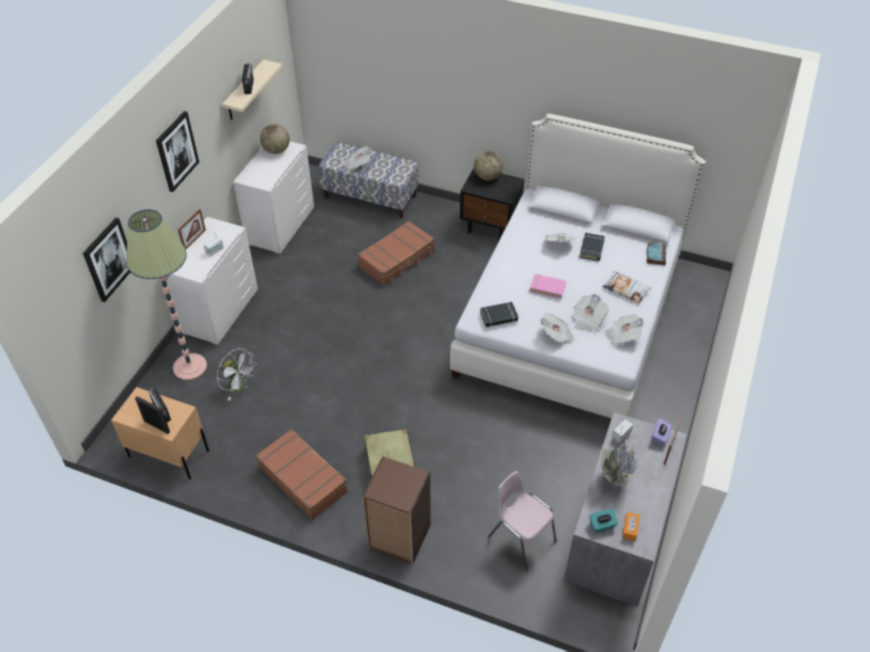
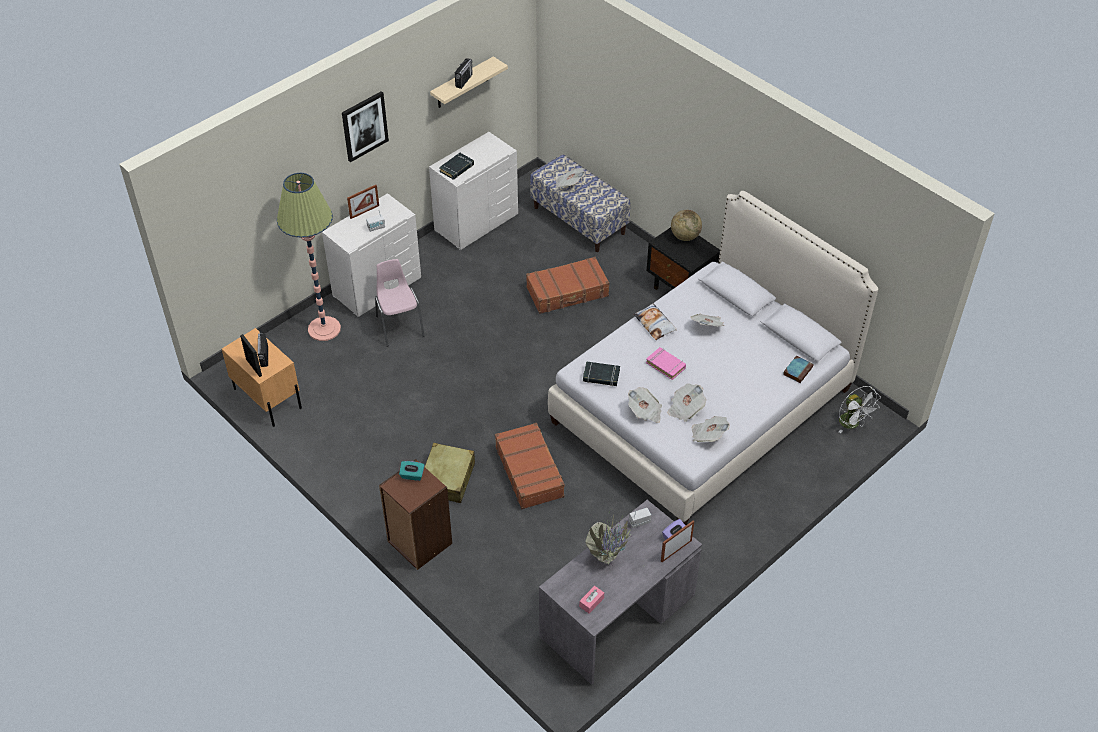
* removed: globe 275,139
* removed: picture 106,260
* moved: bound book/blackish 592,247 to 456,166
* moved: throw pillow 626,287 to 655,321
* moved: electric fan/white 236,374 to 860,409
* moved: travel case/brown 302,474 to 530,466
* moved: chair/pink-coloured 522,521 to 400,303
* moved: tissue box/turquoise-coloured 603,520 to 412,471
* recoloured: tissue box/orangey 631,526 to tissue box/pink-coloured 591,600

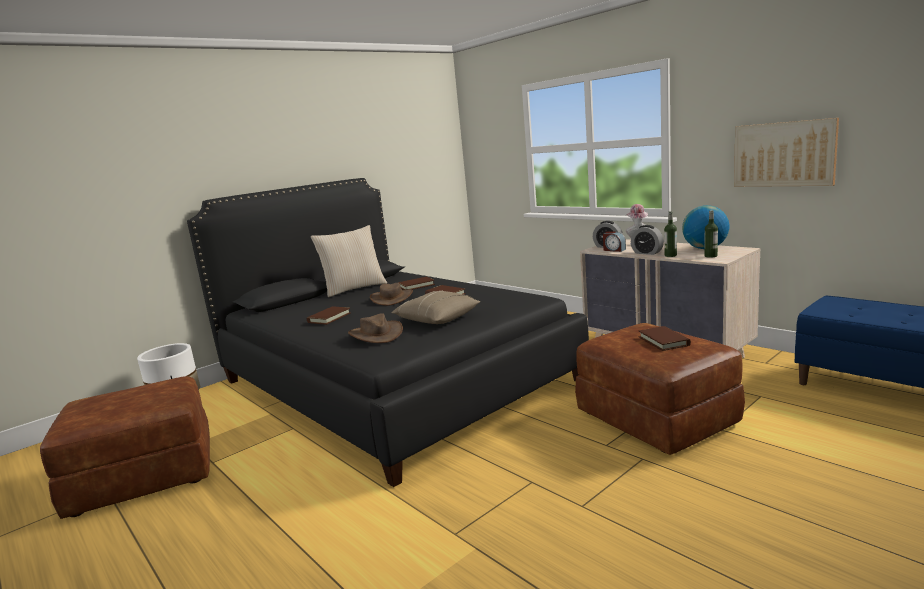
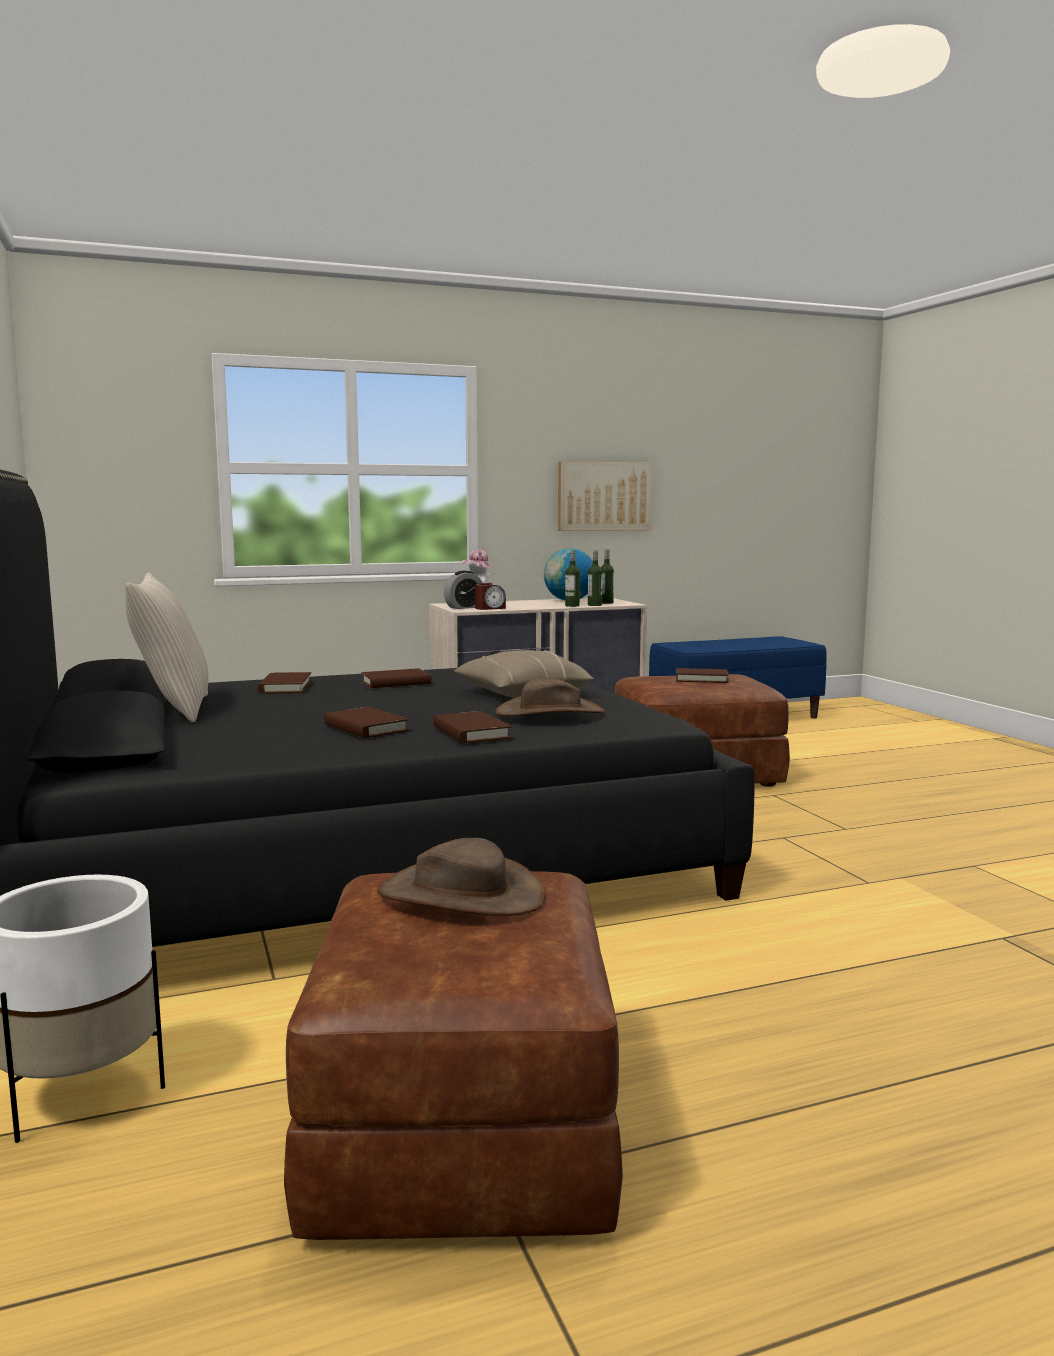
* removed: bedside clock 647,240
* moved: wearable hat/brown 391,294 to 461,877
* added: beverage bottle 595,578
* added: bound book/brown 472,727

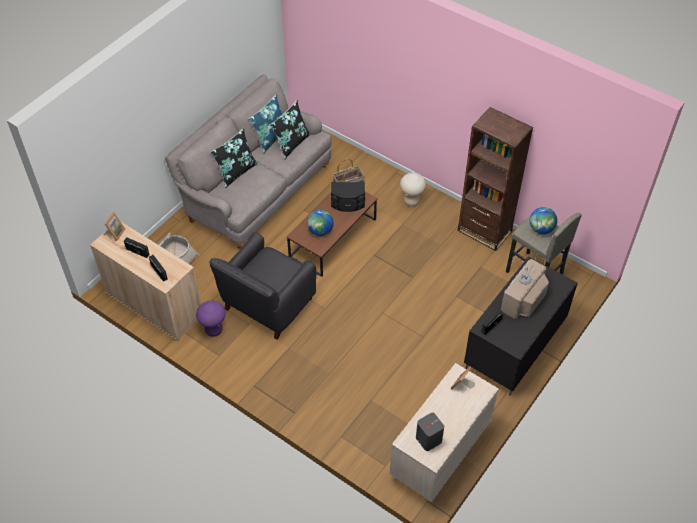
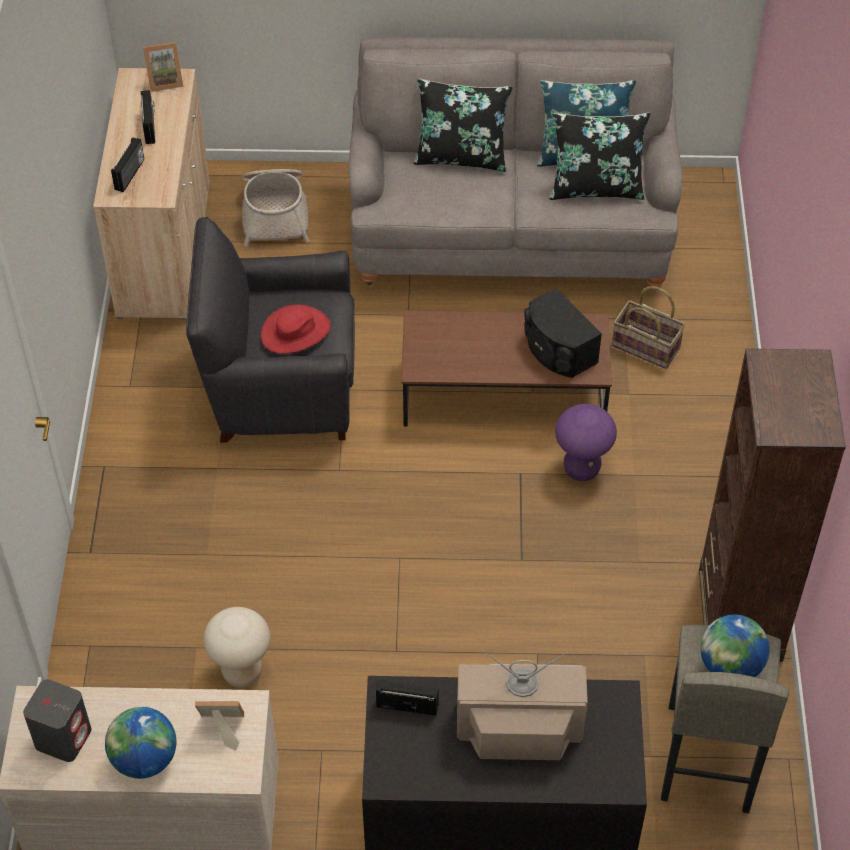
* moved: stool/beige 413,189 to 236,647
* moved: globe 320,223 to 140,743
* moved: stool/purple 211,318 to 586,442
* added: wearable hat/red-coloured 296,329

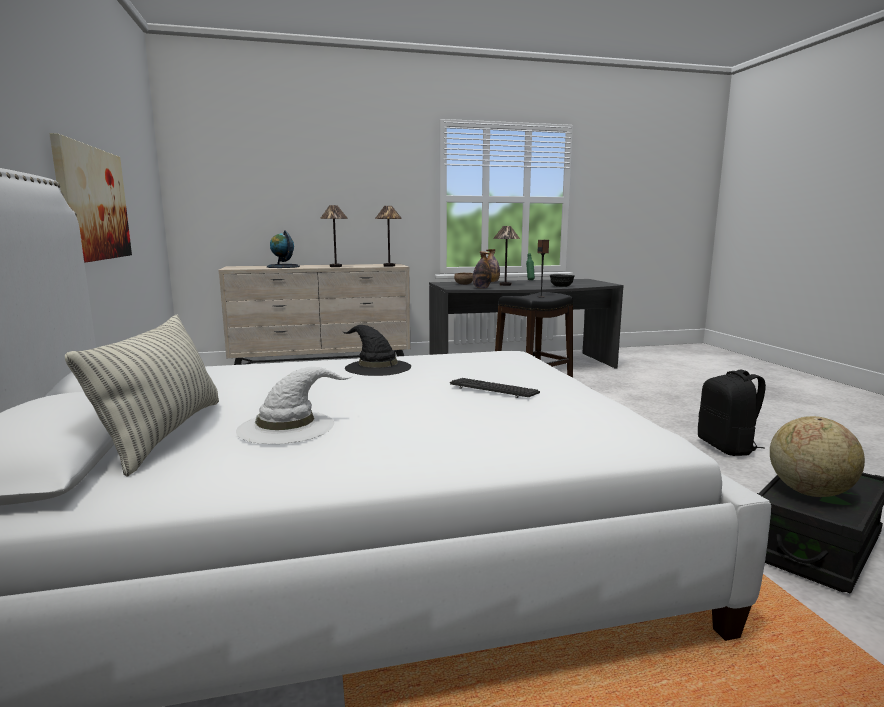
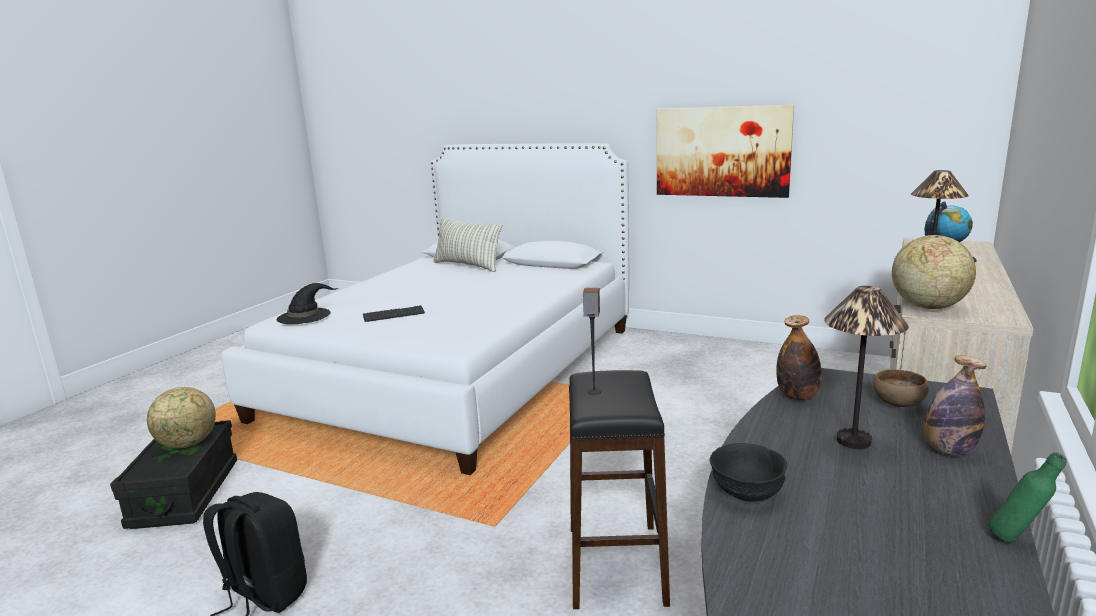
* replaced: table lamp 388,236 to globe 934,272
* moved: wearable hat/blackish 376,350 to 308,303
* removed: wearable hat/white 294,405

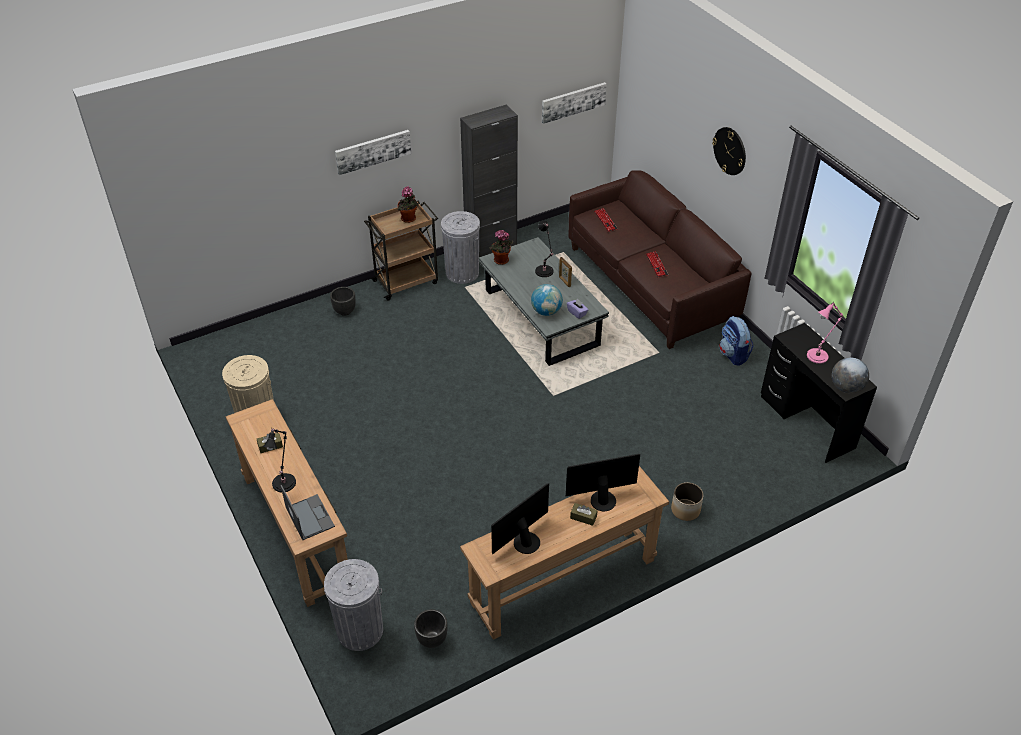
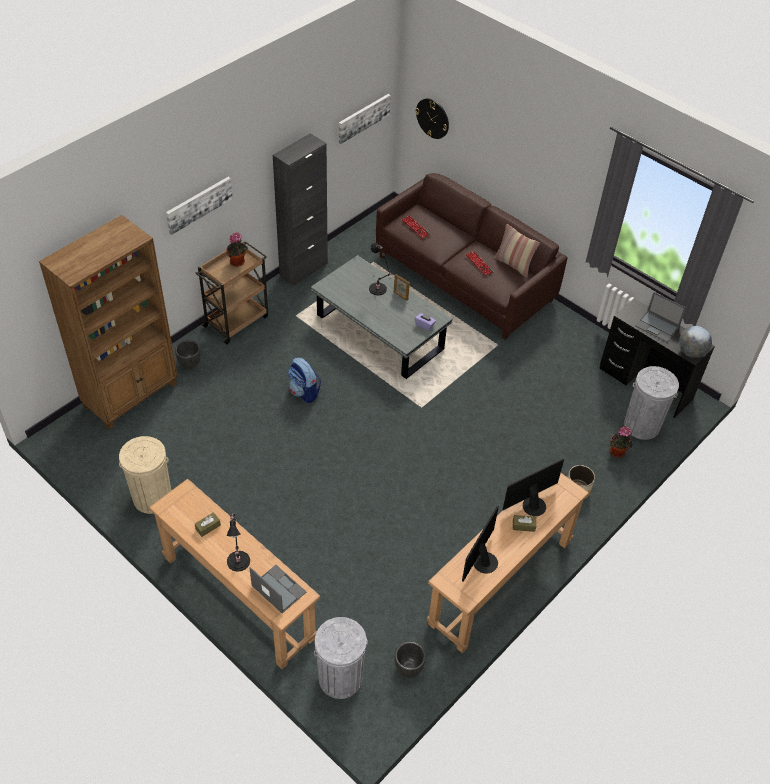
* moved: hanging clock 729,151 to 432,118
* moved: trash can/gray 460,247 to 651,403
* moved: potted plant 501,247 to 621,442
* removed: globe 547,300
* replaced: table lamp/pink-coloured 825,333 to laptop 660,317
* moved: knapsack 736,341 to 304,380
* added: bookshelf/brown 108,322
* added: throw pillow 517,250

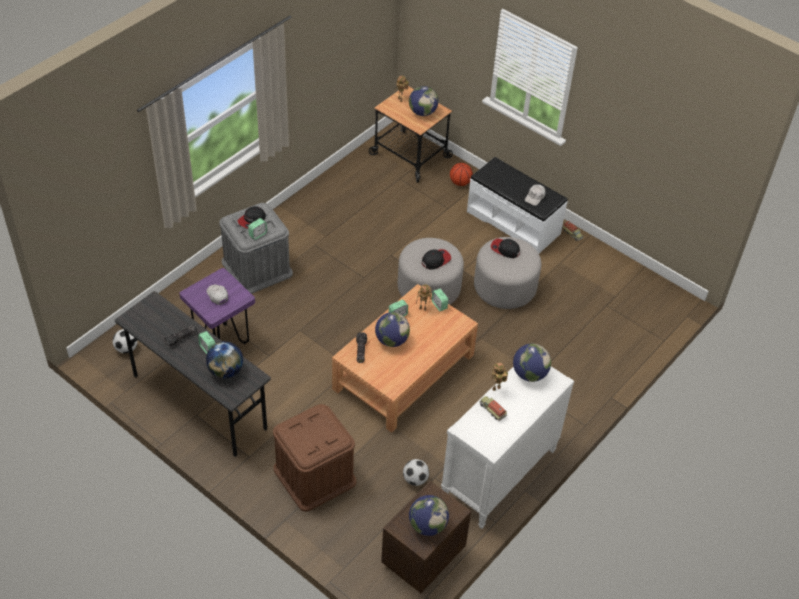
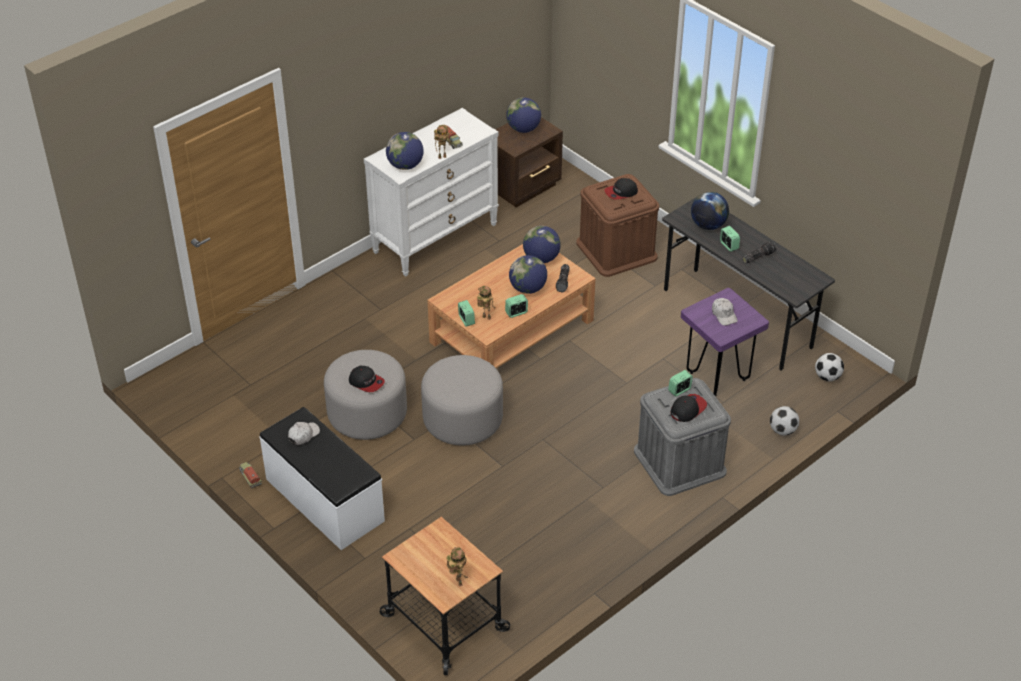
* moved: globe 423,101 to 542,244
* removed: basketball ball 461,174
* moved: cap 436,259 to 621,189
* moved: football ball 416,472 to 784,421

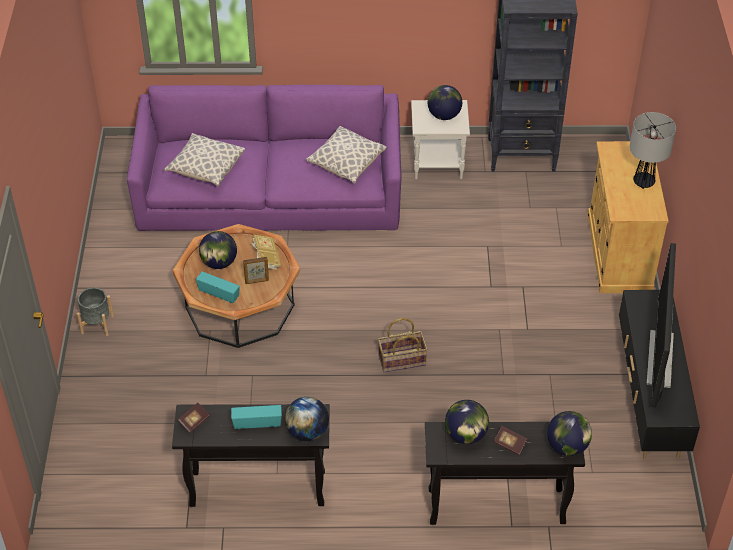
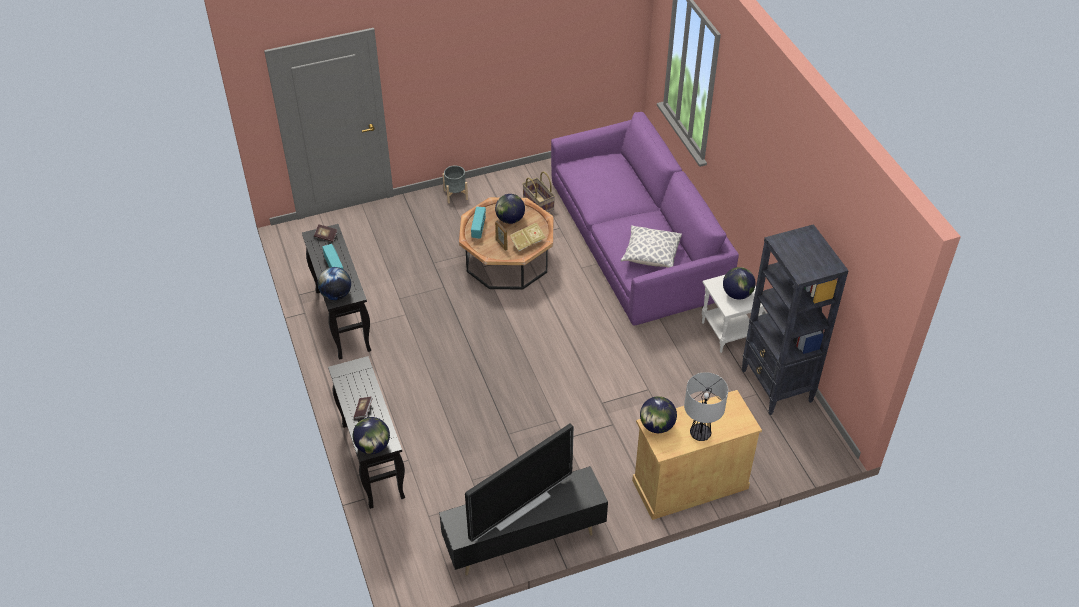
* removed: throw pillow 204,159
* turned: TV 661,325 = 519,482 150 degrees clockwise
* moved: household basket 403,345 to 538,192
* moved: globe 467,422 to 658,414

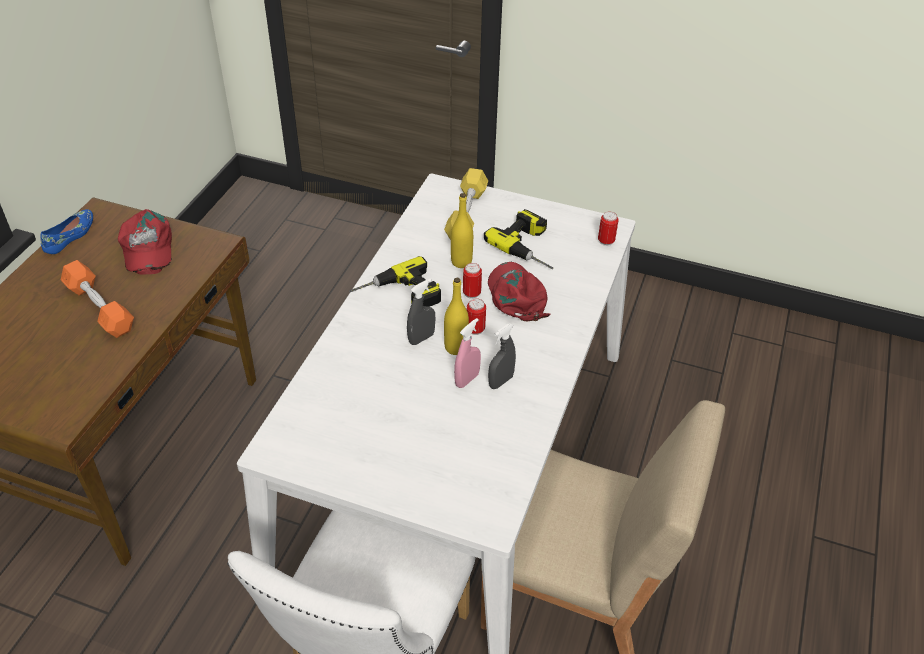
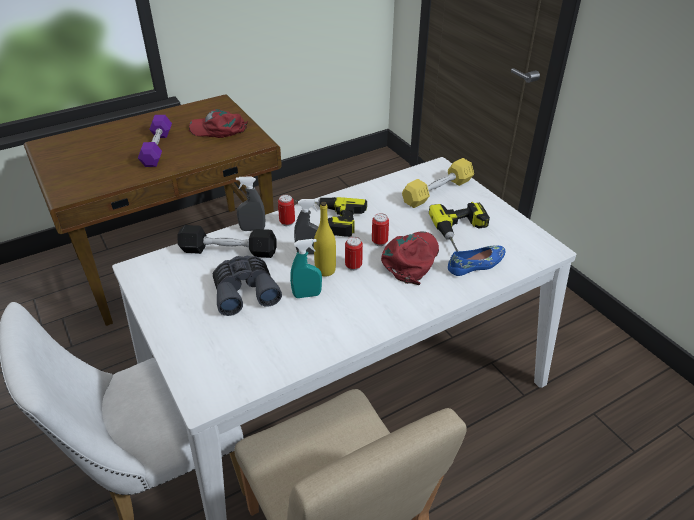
* removed: beverage bottle/yellowish 462,230
* moved: low shoe/blue 66,231 to 476,261
* turned: cap/red-coloured 145,242 = 218,123 75 degrees clockwise
* moved: sealed can 608,229 to 286,210
* recoloured: free weight/orangey 97,299 to free weight/purple 155,141
* recoloured: spray bottle/pink-coloured 467,353 to spray bottle/turquoise-coloured 306,268
* moved: spray bottle/gray 502,356 to 250,203
* added: free weight/blackish 227,241
* added: pair of binoculars/gray 247,286

